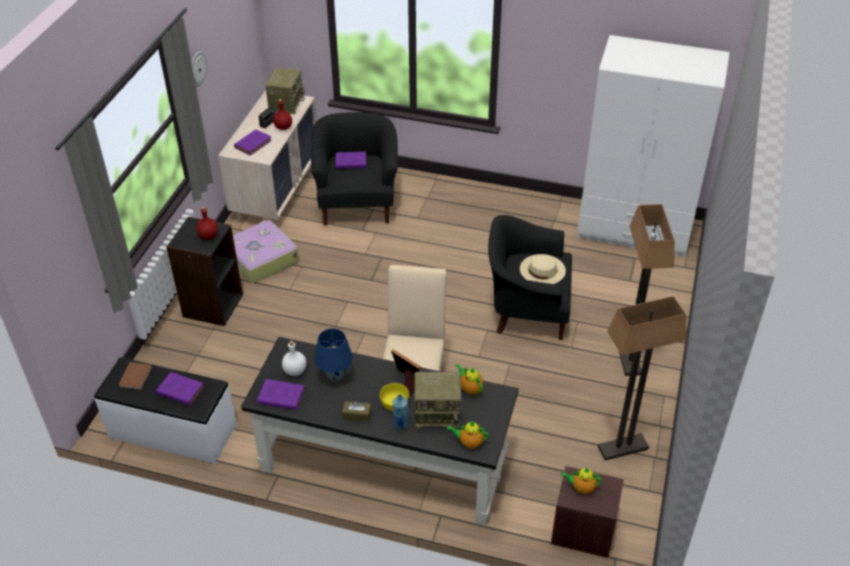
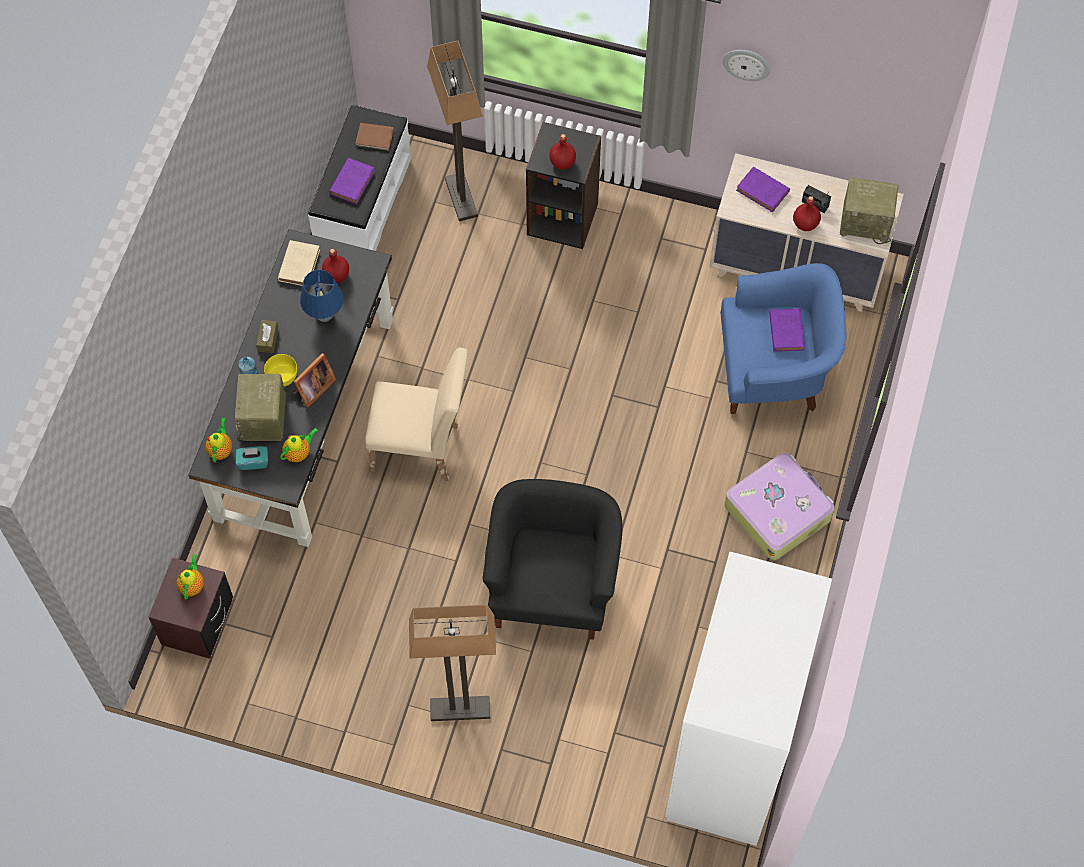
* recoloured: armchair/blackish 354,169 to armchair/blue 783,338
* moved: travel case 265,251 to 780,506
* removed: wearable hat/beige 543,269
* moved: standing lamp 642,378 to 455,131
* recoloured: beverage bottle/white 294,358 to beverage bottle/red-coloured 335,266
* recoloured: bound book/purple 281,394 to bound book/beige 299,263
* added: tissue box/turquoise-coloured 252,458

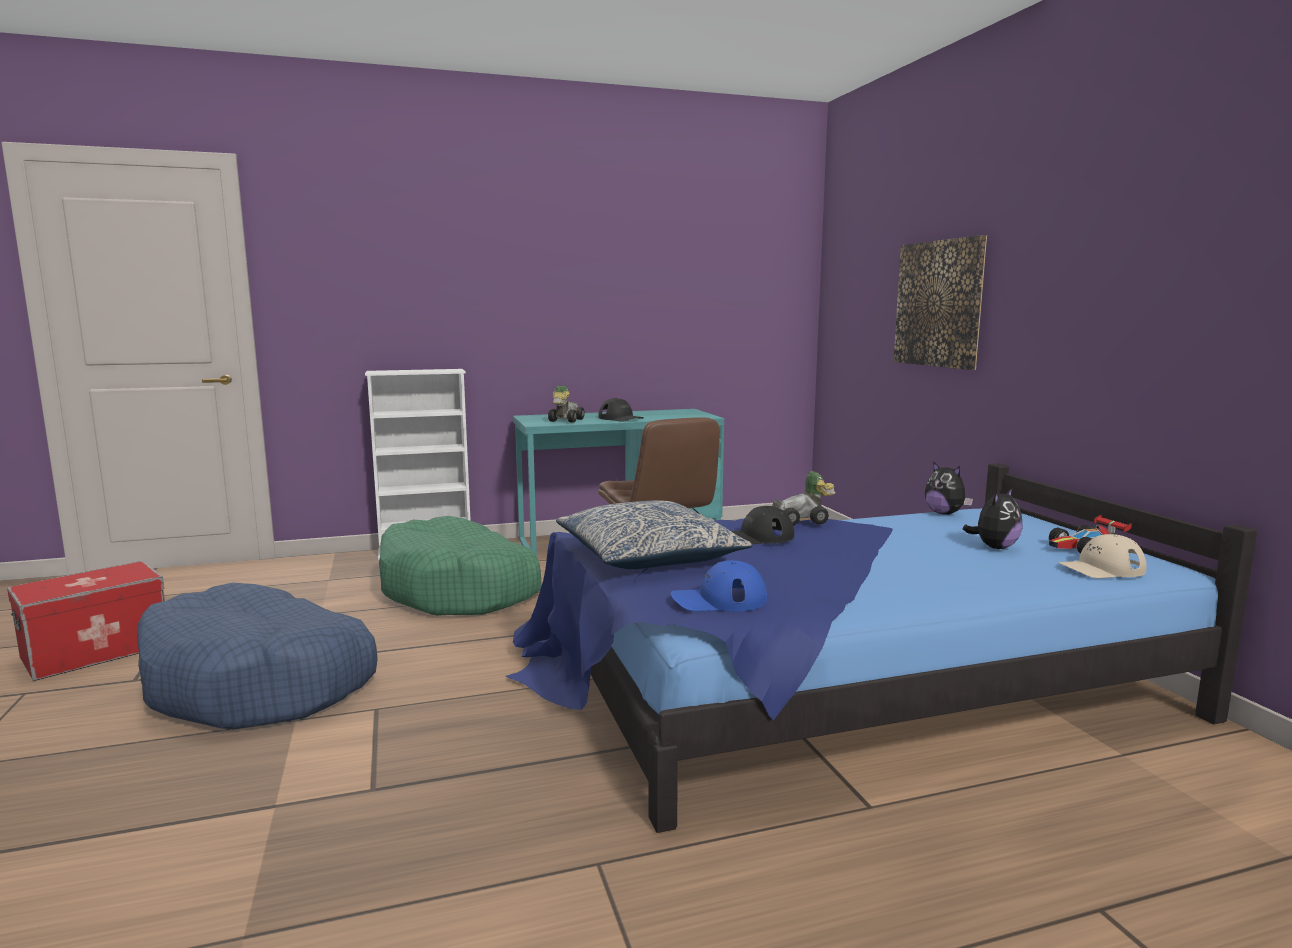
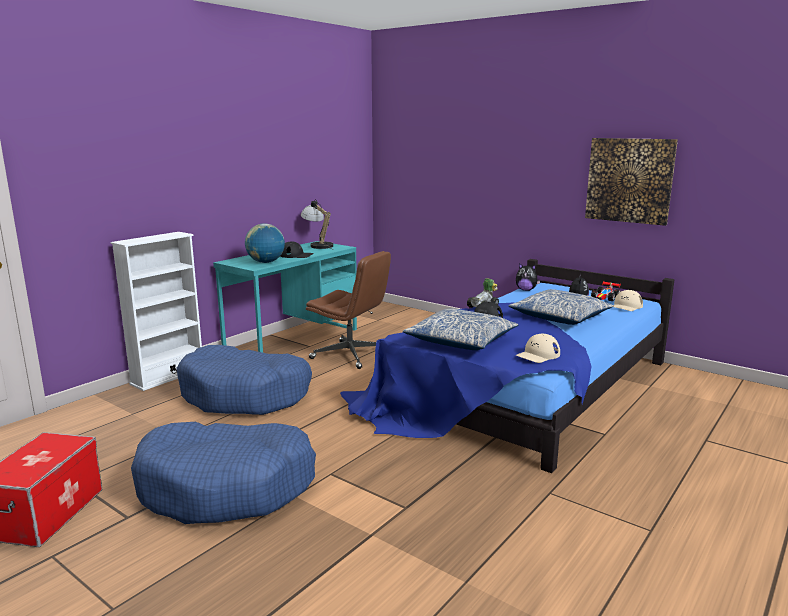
* moved: picture 940,302 to 631,182
* replaced: model car 566,404 to globe 265,243
* recoloured: dog bed/green 460,566 to dog bed/blue 244,380
* recoloured: cap/blue 719,586 to cap/beige 538,348
* added: table lamp 317,224
* added: throw pillow 561,307

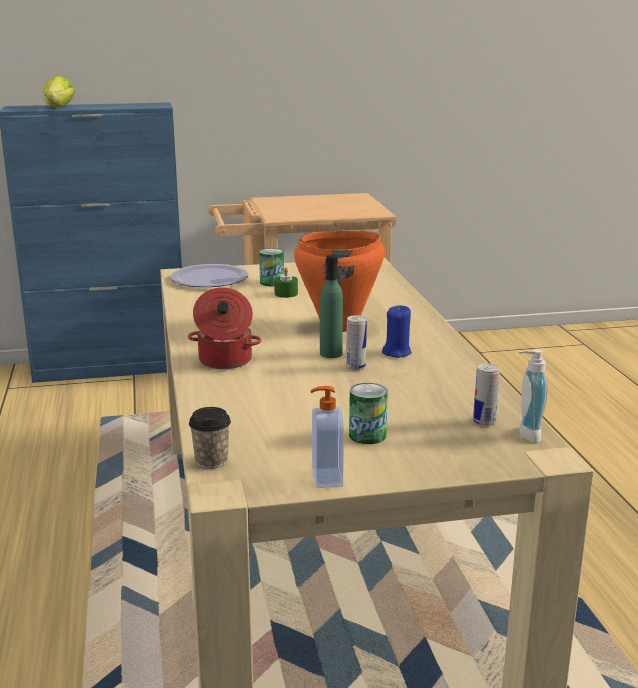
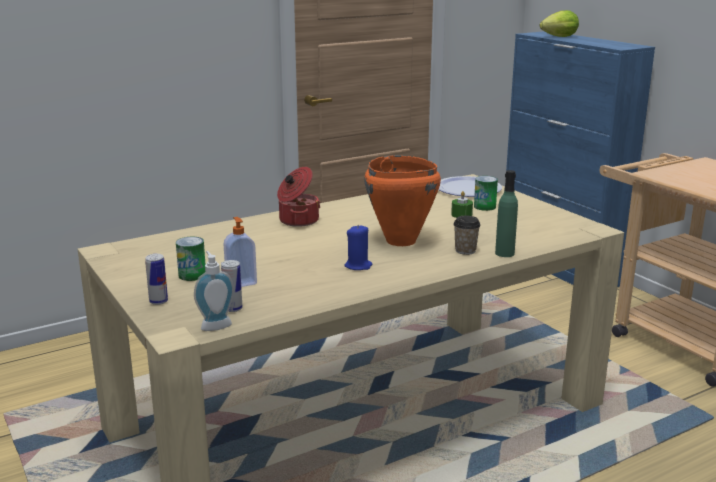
* moved: beverage bottle/green 331,306 to 506,213
* moved: sealed can 356,342 to 156,279
* moved: soap dispenser 327,437 to 240,252
* moved: small cup 210,438 to 467,235

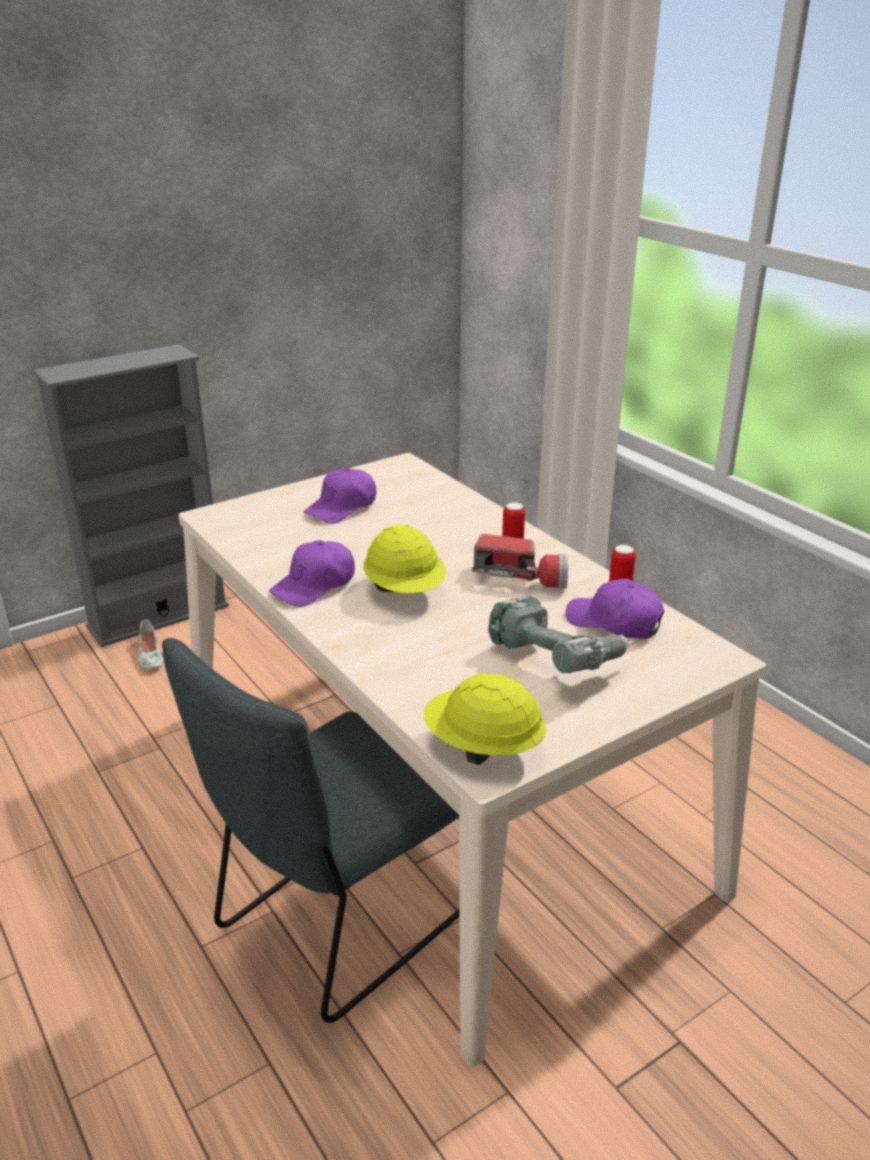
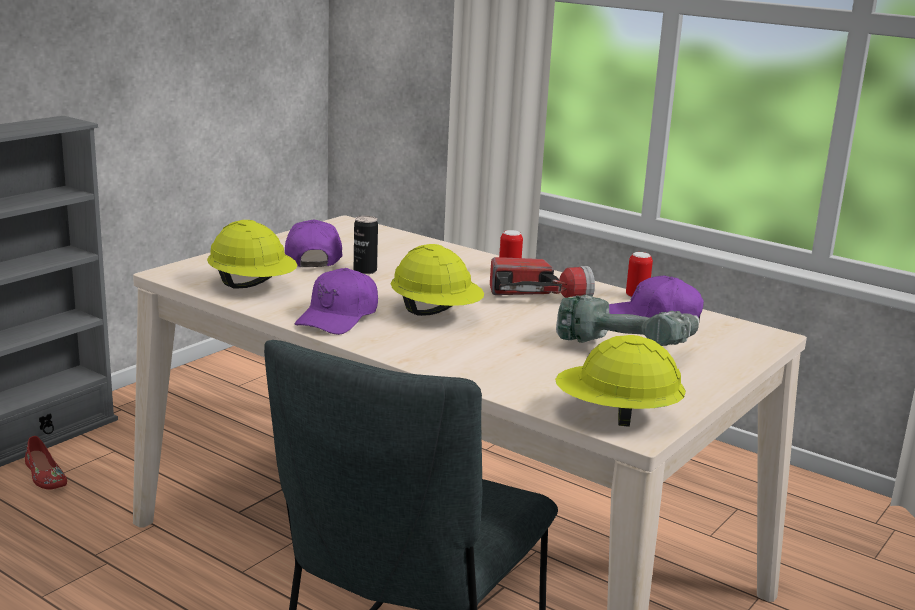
* turned: cap/purple 340,496 = 314,243 150 degrees clockwise
* recoloured: low shoe/white 150,644 to low shoe/red-coloured 46,462
* added: sealed can 366,245
* added: safety helmet/yellowish 252,254

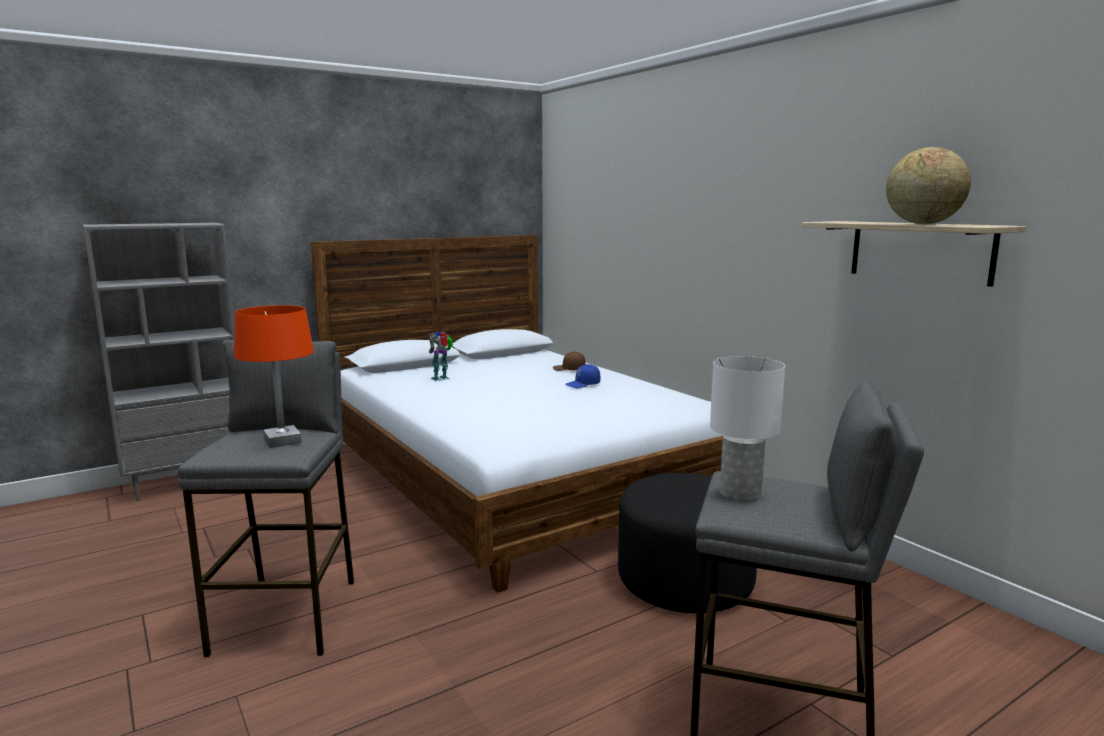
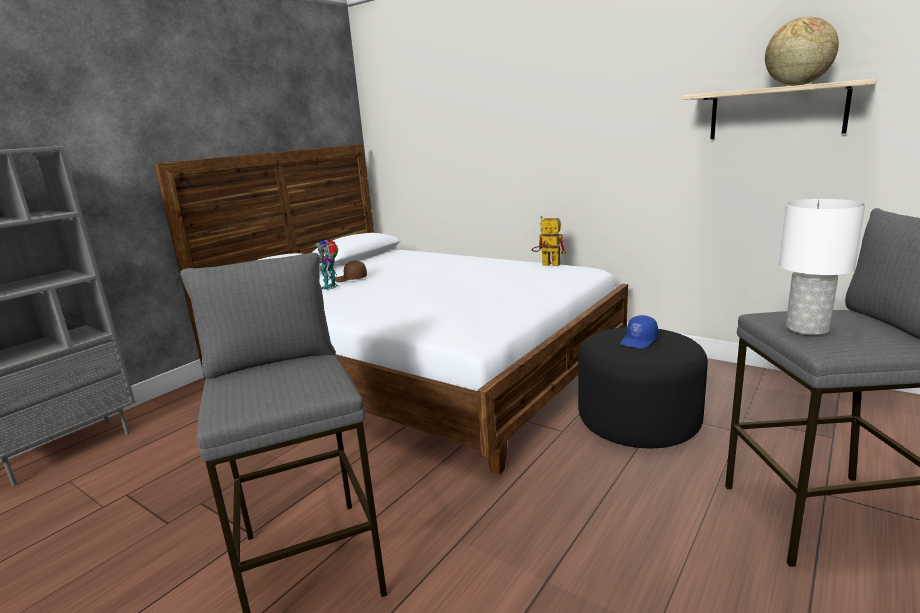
* removed: table lamp/orangey 274,376
* moved: cap/brown 569,361 to 351,271
* moved: cap/blue 582,376 to 639,332
* added: robot figure 549,241

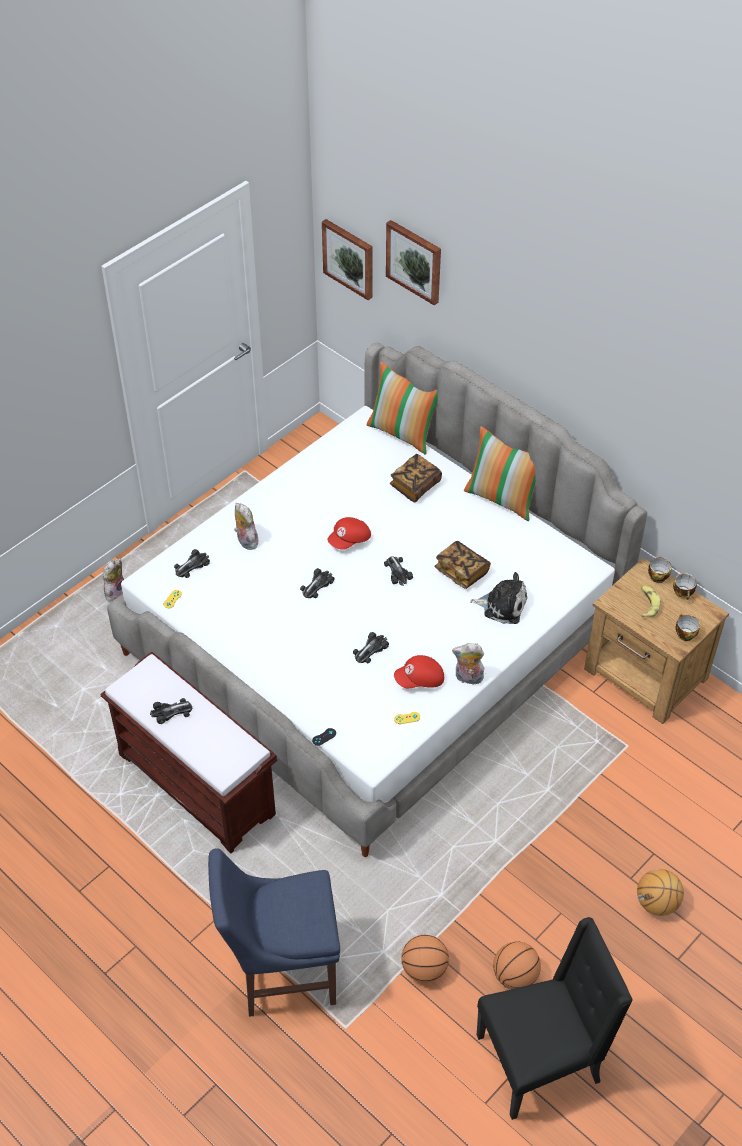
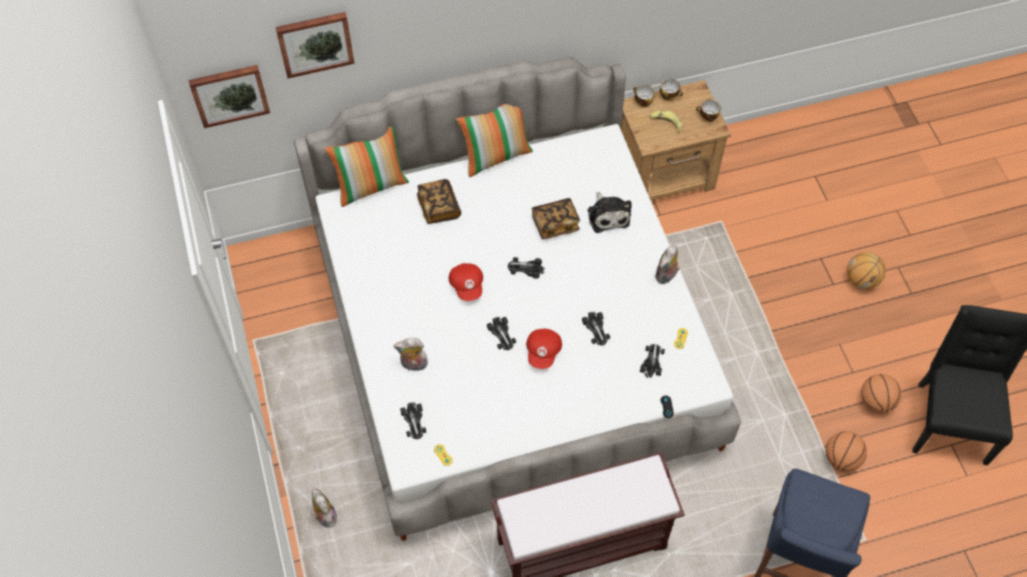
* turned: soft toy 498,598 = 610,212 120 degrees clockwise
* moved: cap/red-coloured 419,671 to 544,349
* moved: model car 171,711 to 652,361

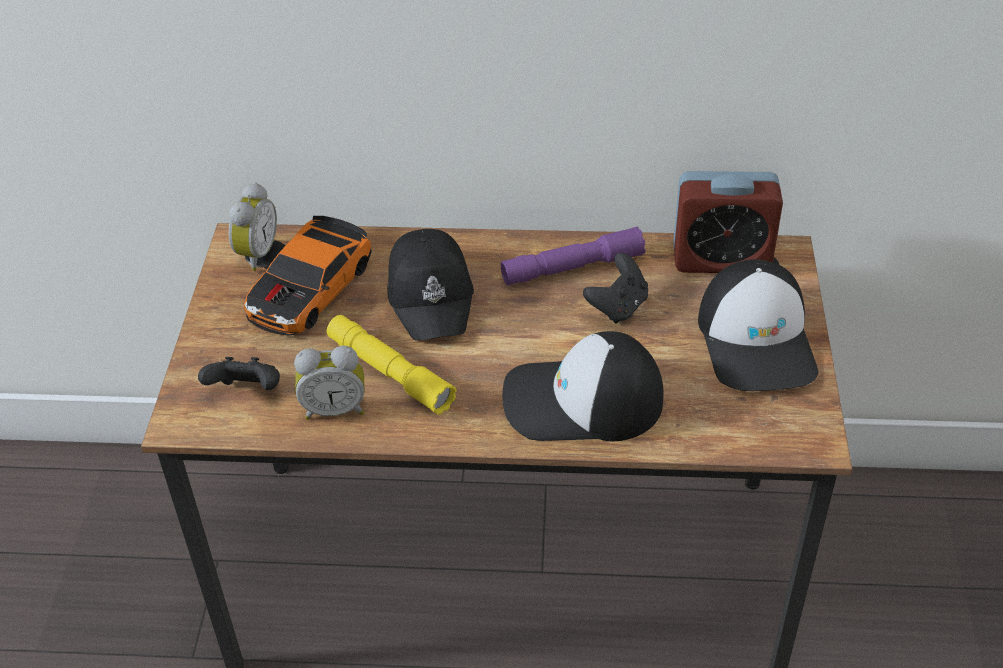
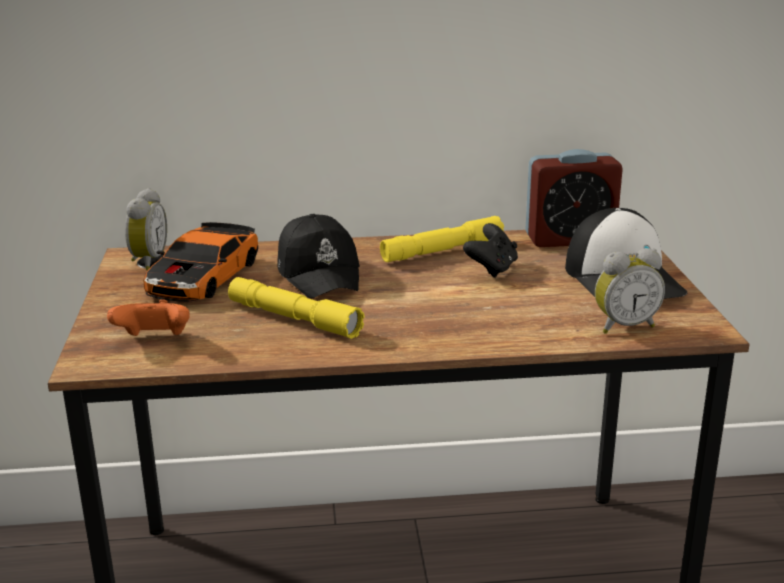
* recoloured: hand torch/purple 573,256 to hand torch/yellowish 442,239
* removed: cap 582,386
* moved: bedside clock 329,383 to 630,291
* recoloured: gamepad/blackish 239,373 to gamepad/orangey 148,318

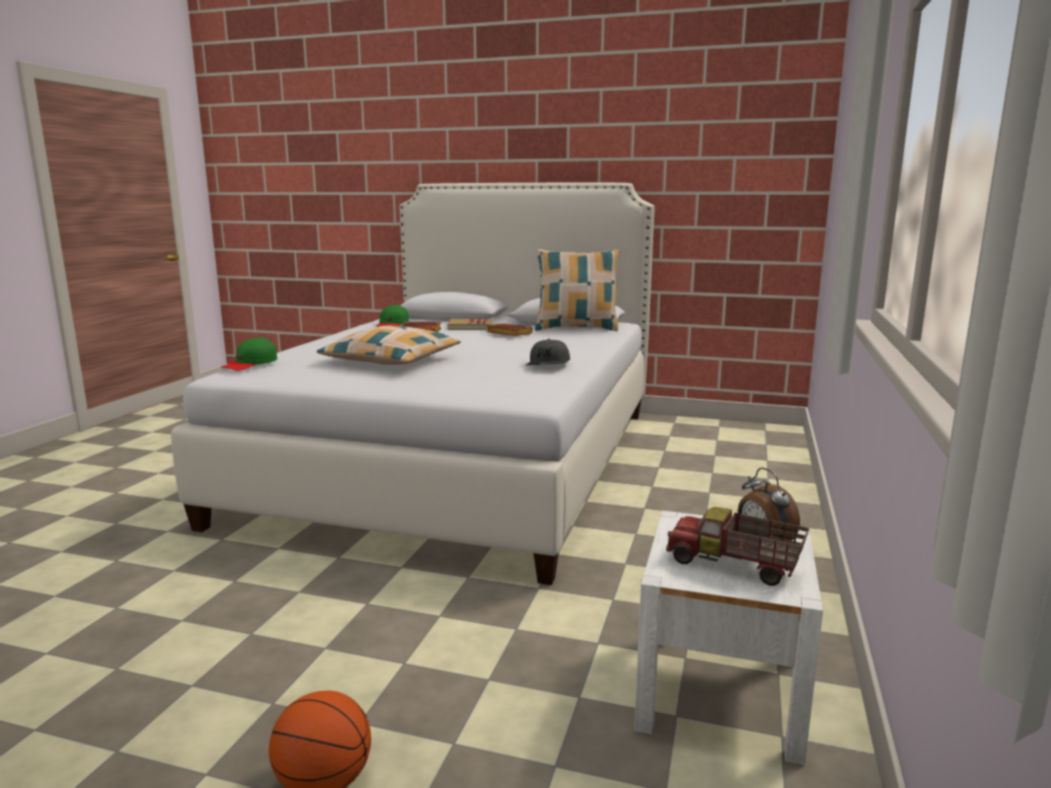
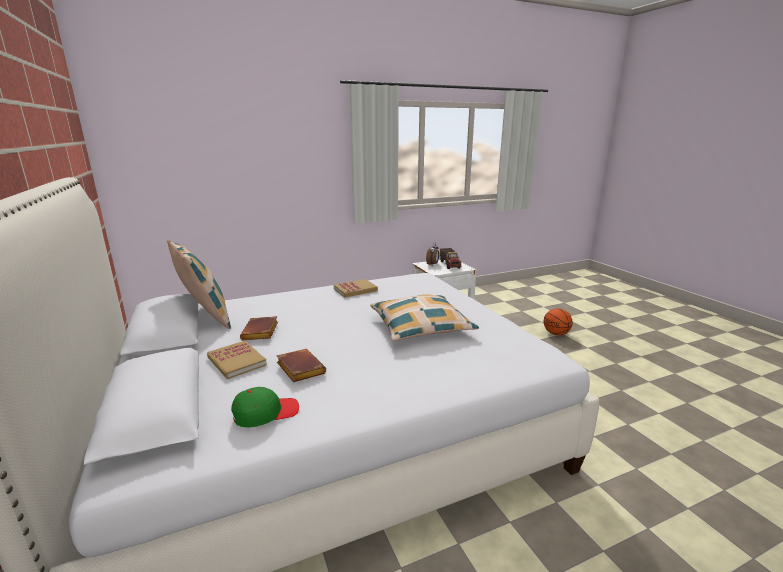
* removed: cap/green 249,354
* replaced: cap/gray 548,352 to bound book 356,288

